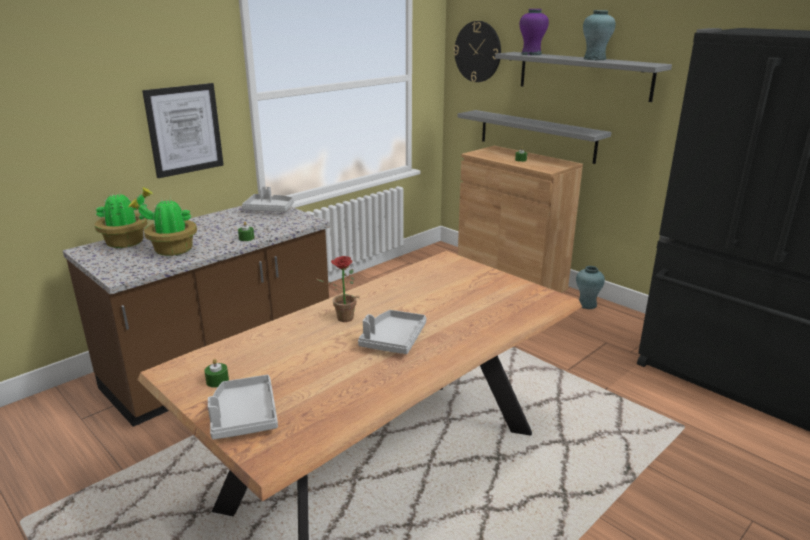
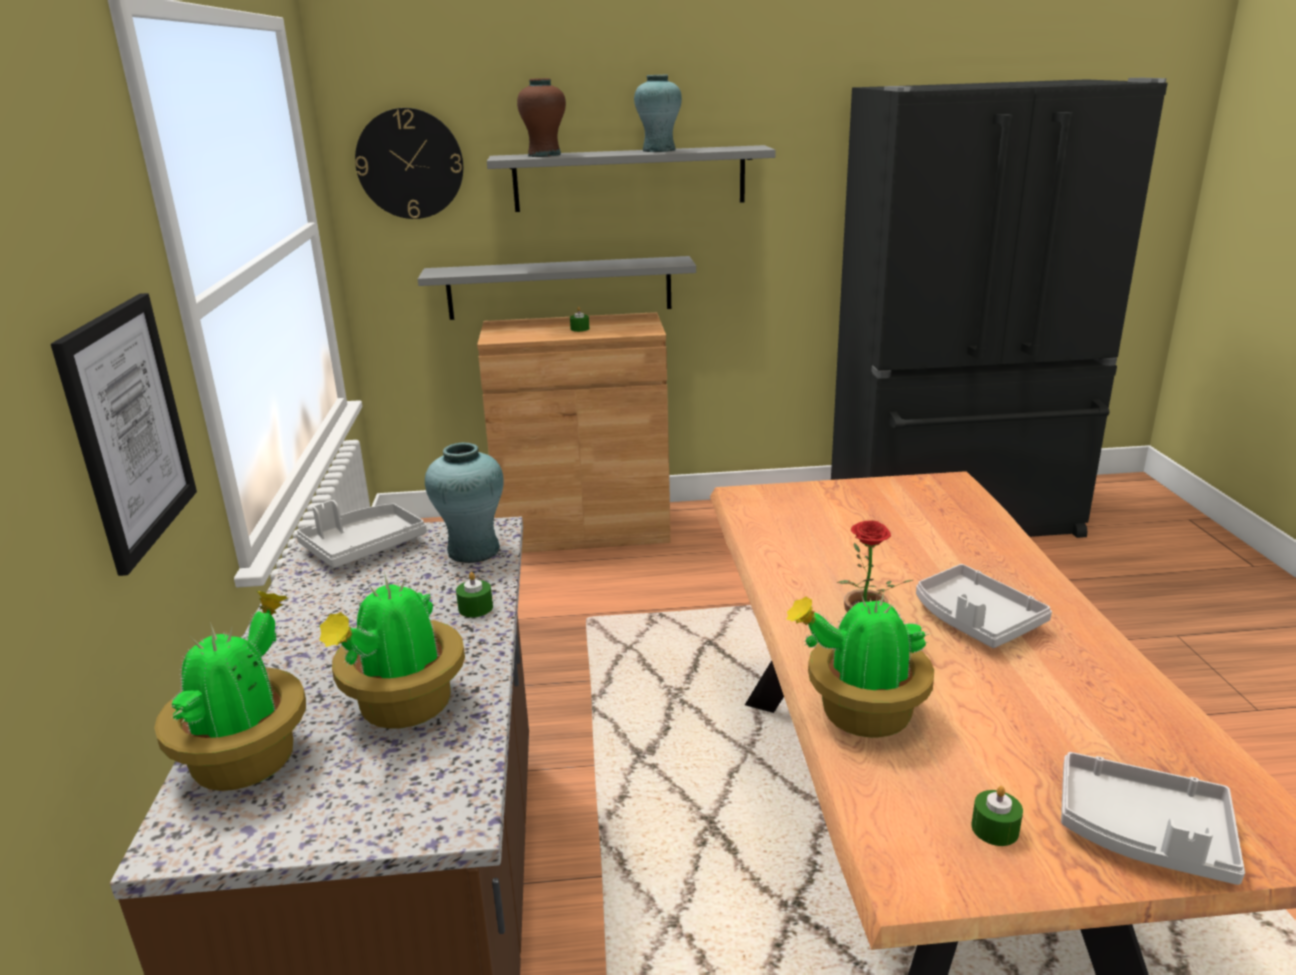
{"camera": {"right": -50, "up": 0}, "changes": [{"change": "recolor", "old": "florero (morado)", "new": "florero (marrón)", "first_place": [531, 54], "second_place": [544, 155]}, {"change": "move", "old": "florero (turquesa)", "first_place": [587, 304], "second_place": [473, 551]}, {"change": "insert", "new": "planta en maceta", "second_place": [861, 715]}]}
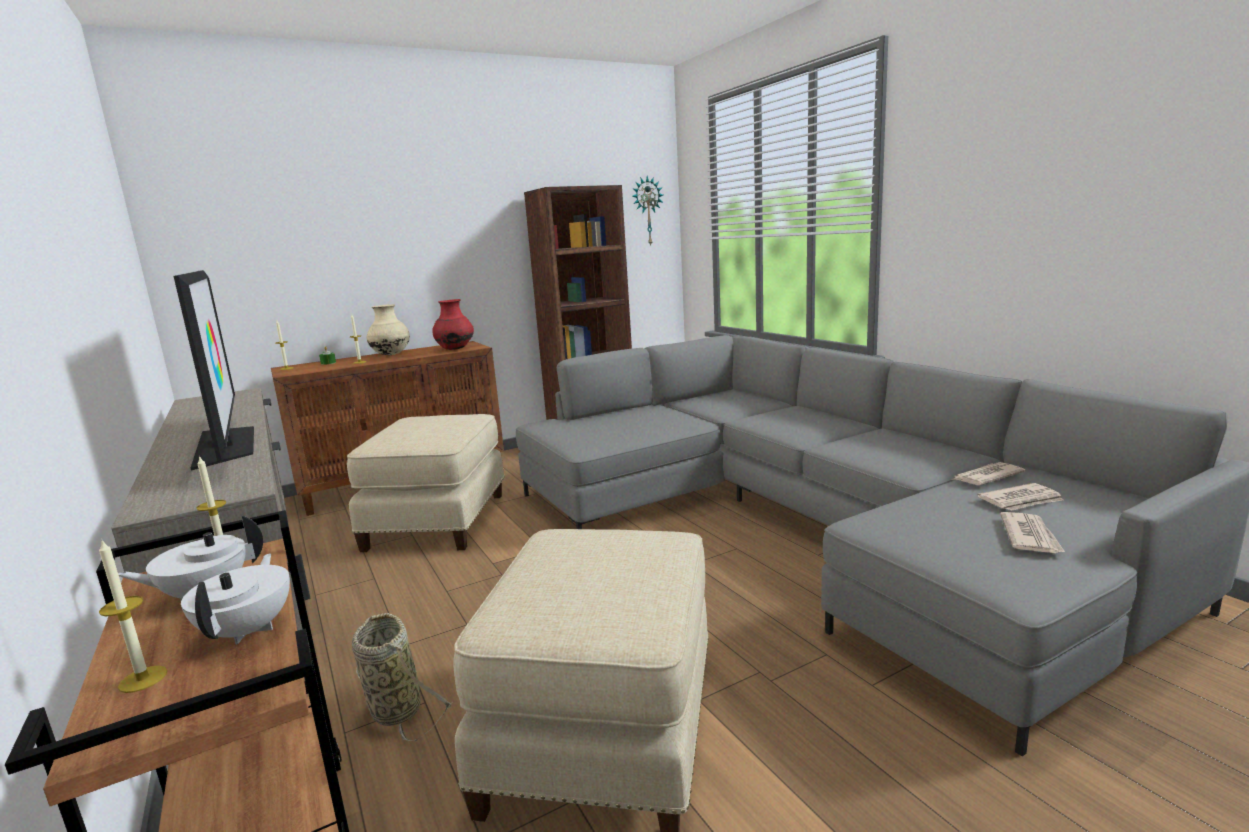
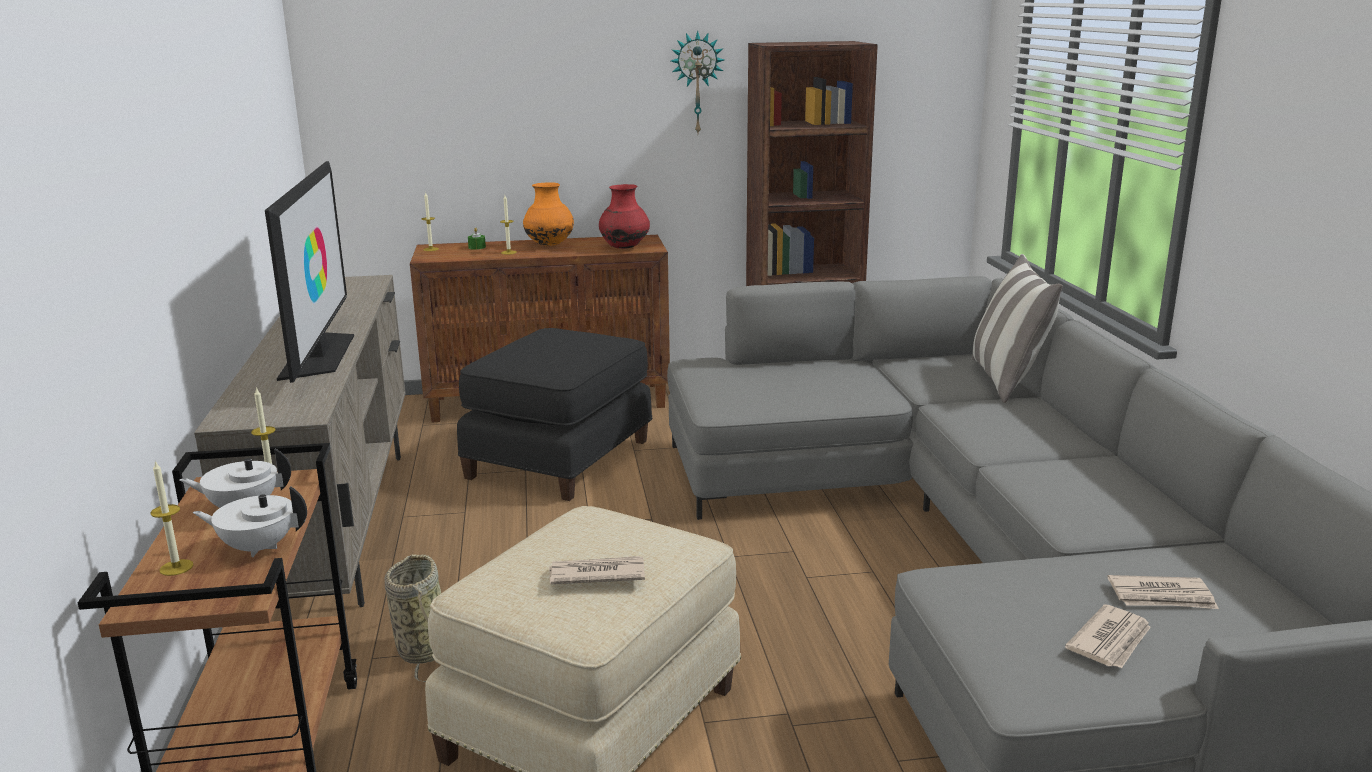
{"camera": {"right": 20, "up": 5}, "changes": [{"change": "rotate", "old": "tetera (blanco)", "first_place": [249, 630], "second_place": [258, 548], "degrees": -105}, {"change": "recolor", "old": "puf (beis)", "new": "puf (negro)", "first_place": [439, 521], "second_place": [561, 459]}, {"change": "recolor", "old": "florero (beis)", "new": "florero (naranja)", "first_place": [391, 355], "second_place": [550, 245]}, {"change": "move", "old": "reloj de pared", "first_place": [647, 211], "second_place": [697, 83]}, {"change": "move", "old": "periódico", "first_place": [986, 477], "second_place": [596, 574]}, {"change": "insert", "new": "cojín", "second_place": [1007, 381]}]}
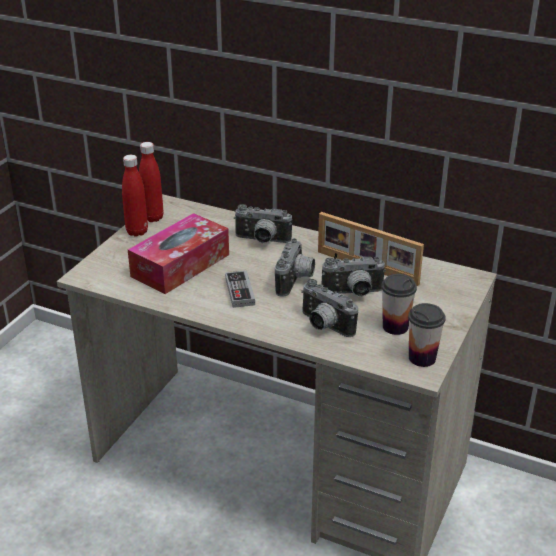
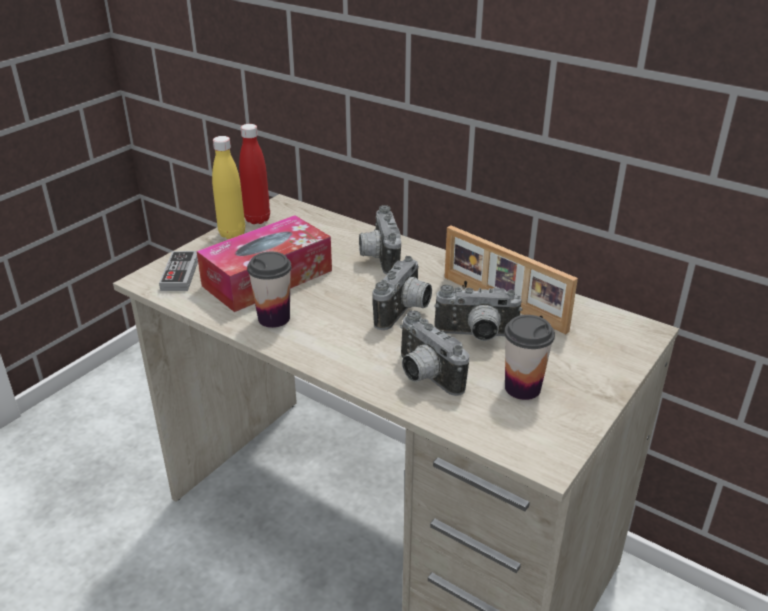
{"camera": {"right": 10, "up": 0}, "changes": [{"change": "recolor", "old": "botella (rojo)", "new": "botella (amarillo)", "first_place": [137, 232], "second_place": [232, 234]}, {"change": "move", "old": "mando de consola", "first_place": [240, 291], "second_place": [180, 274]}, {"change": "rotate", "old": "cámara", "first_place": [262, 241], "second_place": [378, 258], "degrees": 60}, {"change": "move", "old": "taza", "first_place": [422, 358], "second_place": [274, 318]}]}
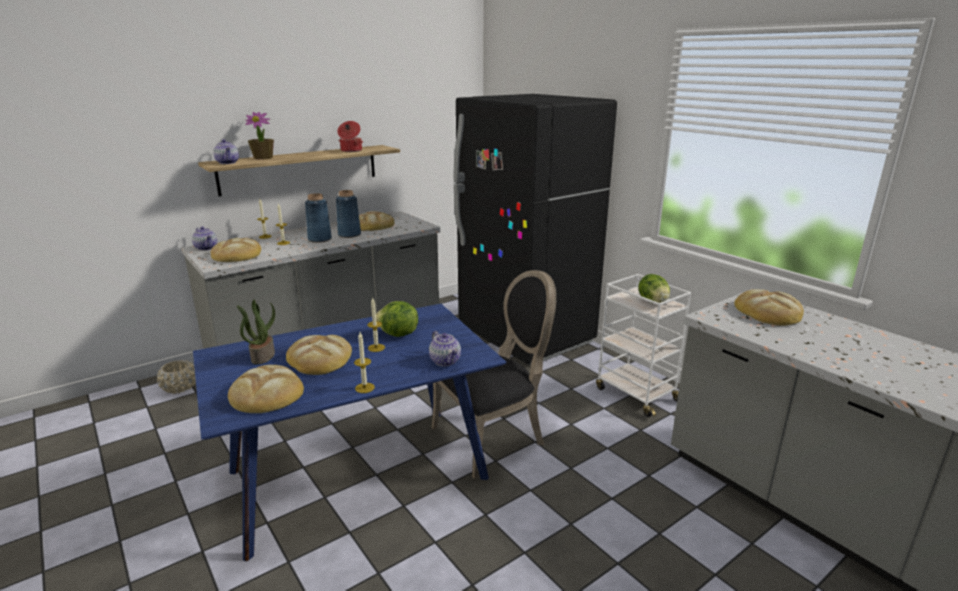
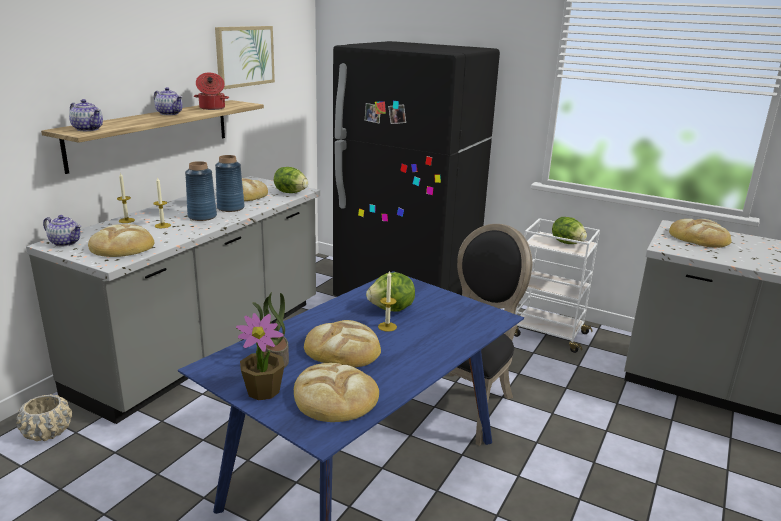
{"camera": {"right": -25, "up": 0}, "changes": [{"change": "move", "old": "planta en maceta", "first_place": [263, 158], "second_place": [263, 390]}, {"change": "delete", "old": "vela", "first_place": [364, 388]}, {"change": "move", "old": "tetera", "first_place": [445, 361], "second_place": [170, 113]}, {"change": "insert", "new": "cuadro", "second_place": [244, 56]}, {"change": "insert", "new": "lechuga", "second_place": [290, 192]}]}
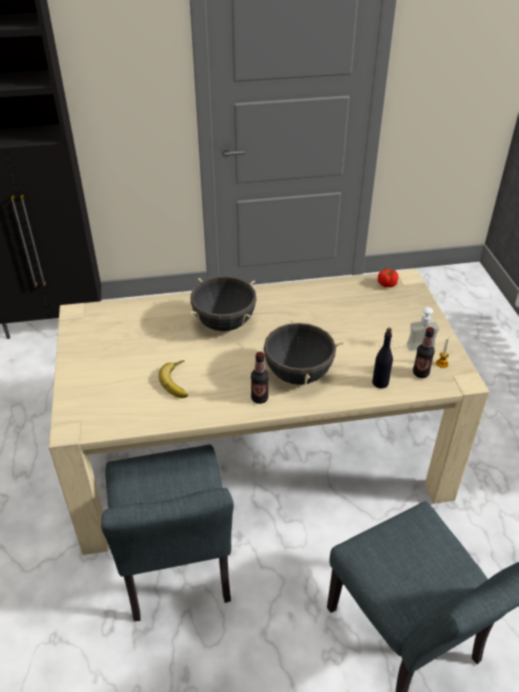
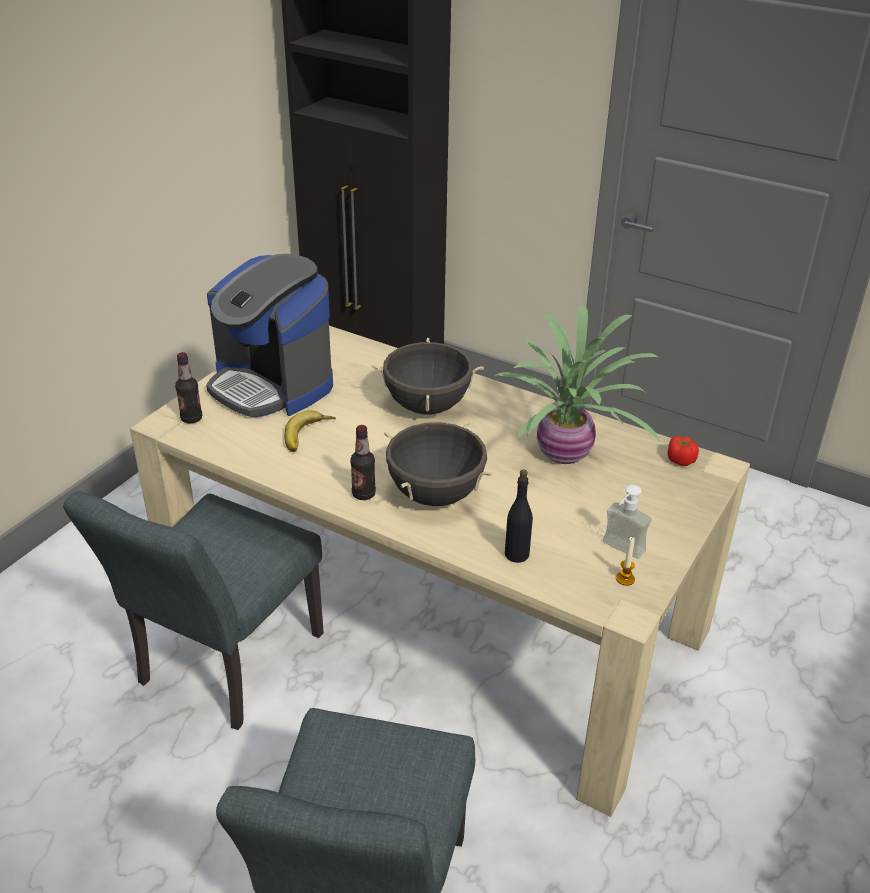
{"camera": {"right": 40, "up": -5}, "changes": [{"change": "move", "old": "botella", "first_place": [420, 373], "second_place": [191, 418]}, {"change": "insert", "new": "cafetera", "second_place": [272, 385]}, {"change": "insert", "new": "planta en maceta", "second_place": [565, 455]}]}
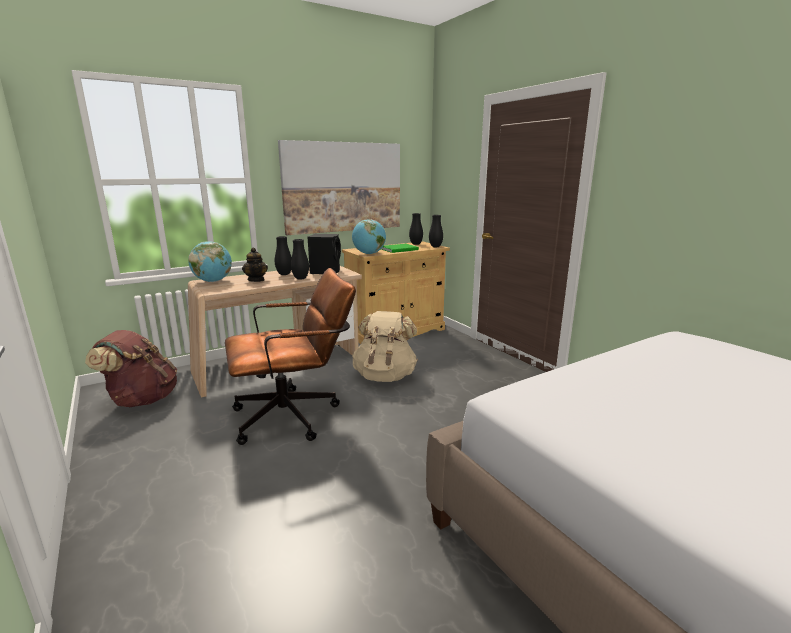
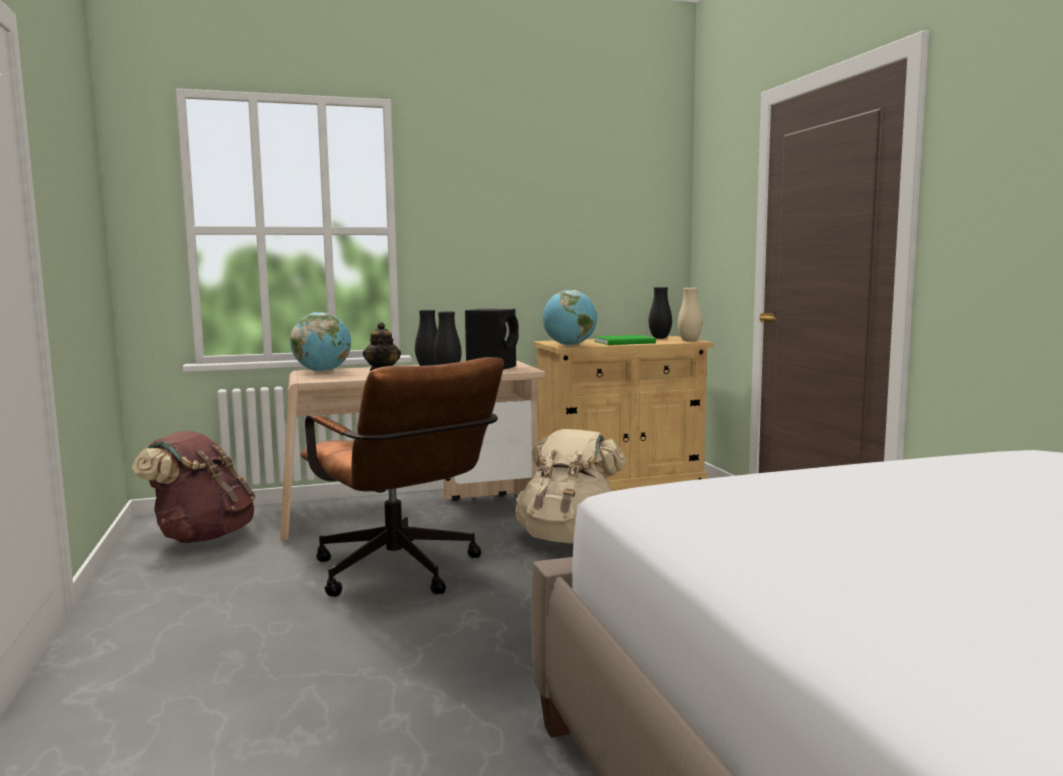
{"camera": {"right": 15, "up": -10}, "changes": [{"change": "rotate", "old": "silla de oficina (marrón)", "first_place": [295, 415], "second_place": [403, 574], "degrees": 60}, {"change": "delete", "old": "cuadro", "first_place": [343, 187]}, {"change": "recolor", "old": "florero (negro)", "new": "florero (beis)", "first_place": [435, 247], "second_place": [689, 341]}]}
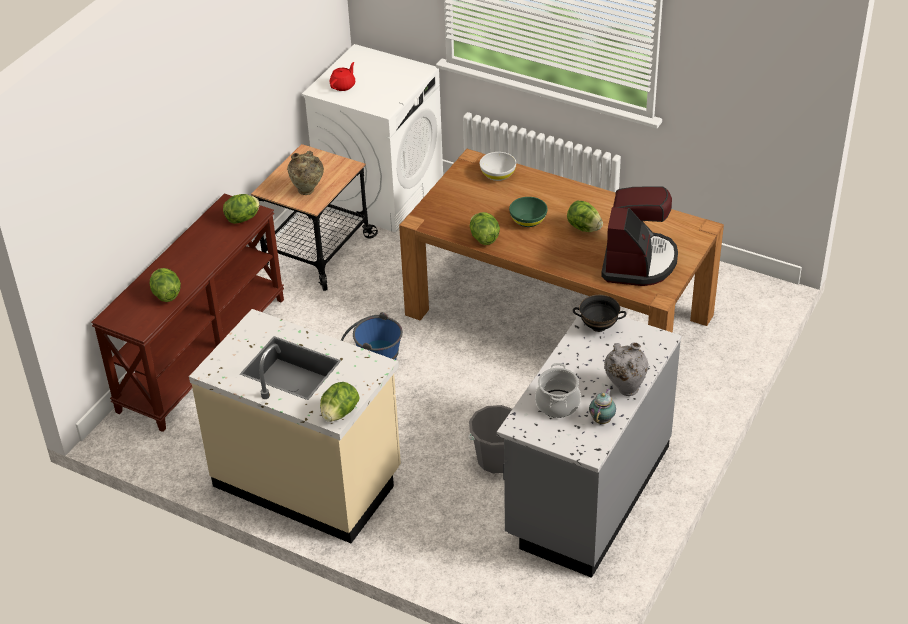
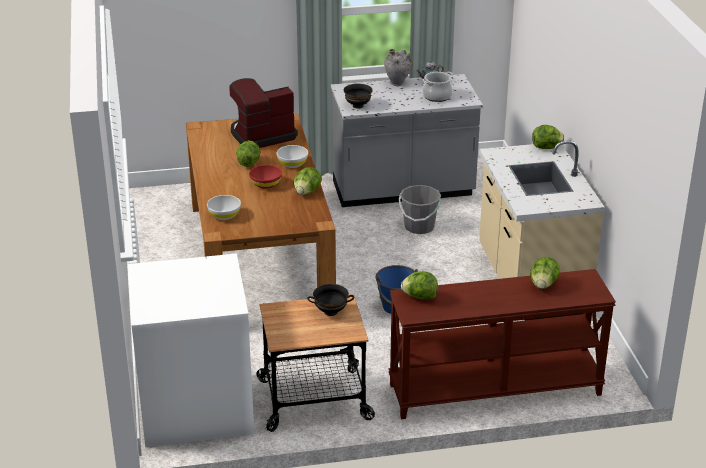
{"camera": {"right": -130, "up": -10}, "changes": [{"change": "replace", "old": "florero (beis)", "new": "cuenco (negro)", "first_place": [308, 192], "second_place": [330, 312]}, {"change": "delete", "old": "tetera (rojo)", "first_place": [343, 85]}, {"change": "recolor", "old": "cuenco (verde)", "new": "cuenco (rojo)", "first_place": [528, 220], "second_place": [265, 184]}, {"change": "insert", "new": "cuenco (blanco)", "second_place": [292, 164]}]}
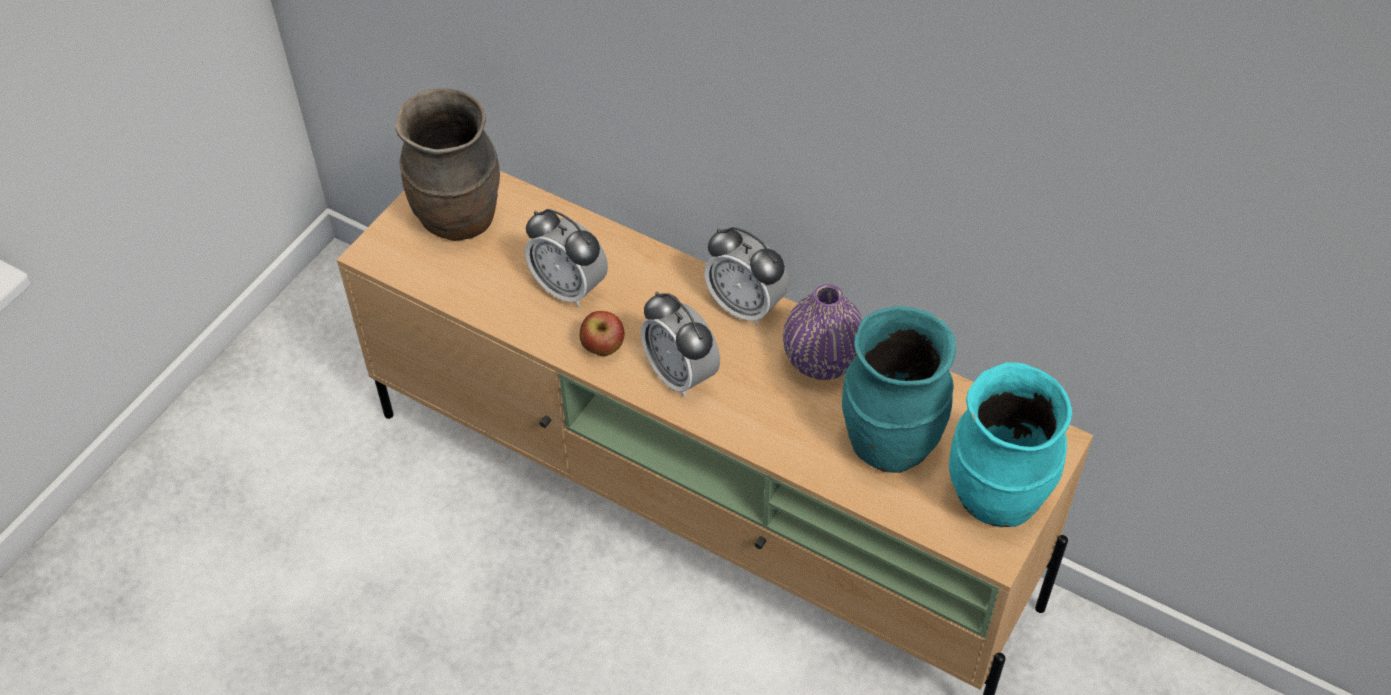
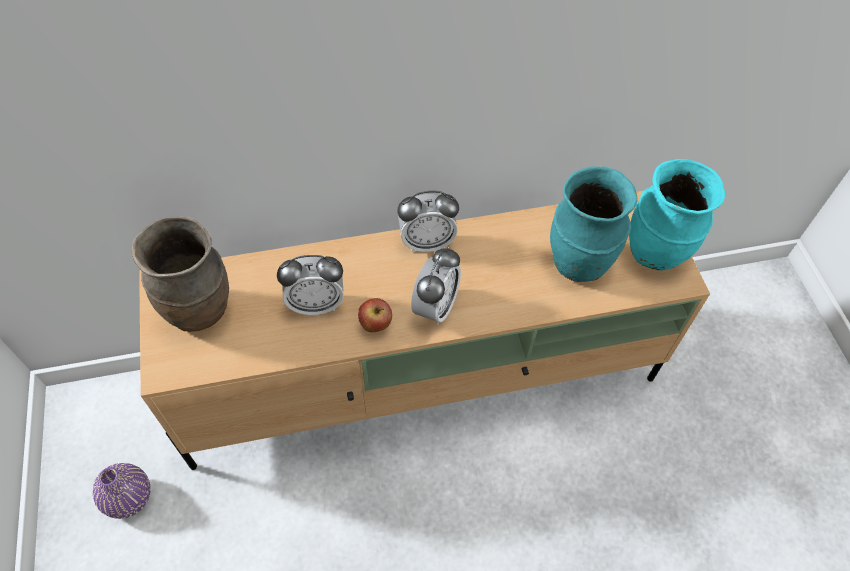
{"camera": {"right": -45, "up": 5}, "changes": [{"change": "rotate", "old": "despertador", "first_place": [680, 375], "second_place": [435, 307], "degrees": -75}, {"change": "move", "old": "florero (morado)", "first_place": [822, 360], "second_place": [129, 498]}]}
